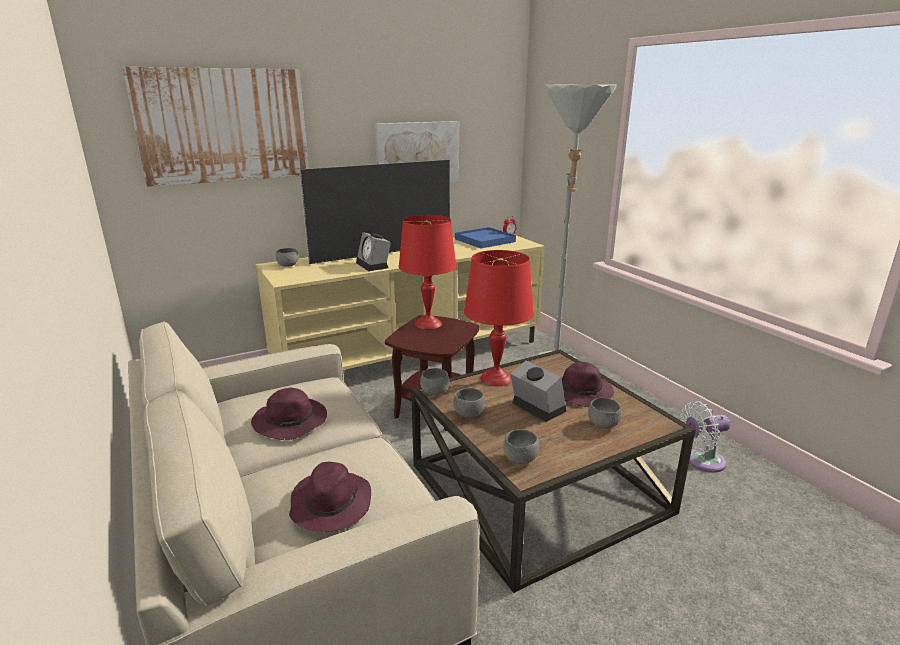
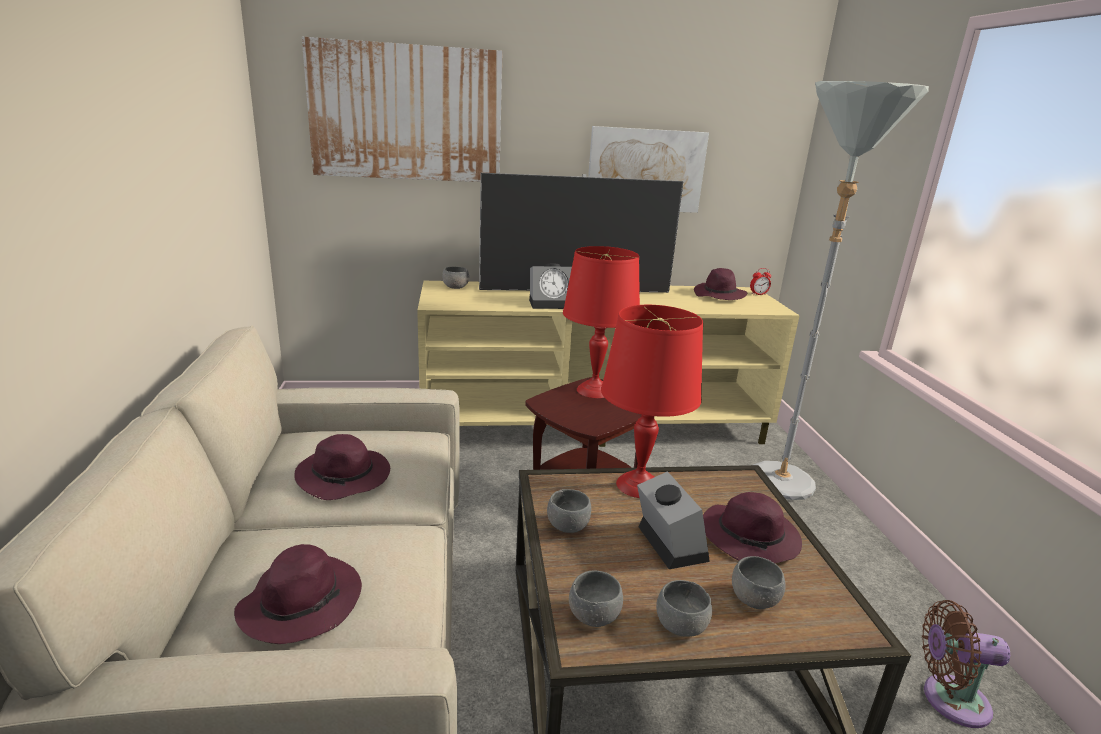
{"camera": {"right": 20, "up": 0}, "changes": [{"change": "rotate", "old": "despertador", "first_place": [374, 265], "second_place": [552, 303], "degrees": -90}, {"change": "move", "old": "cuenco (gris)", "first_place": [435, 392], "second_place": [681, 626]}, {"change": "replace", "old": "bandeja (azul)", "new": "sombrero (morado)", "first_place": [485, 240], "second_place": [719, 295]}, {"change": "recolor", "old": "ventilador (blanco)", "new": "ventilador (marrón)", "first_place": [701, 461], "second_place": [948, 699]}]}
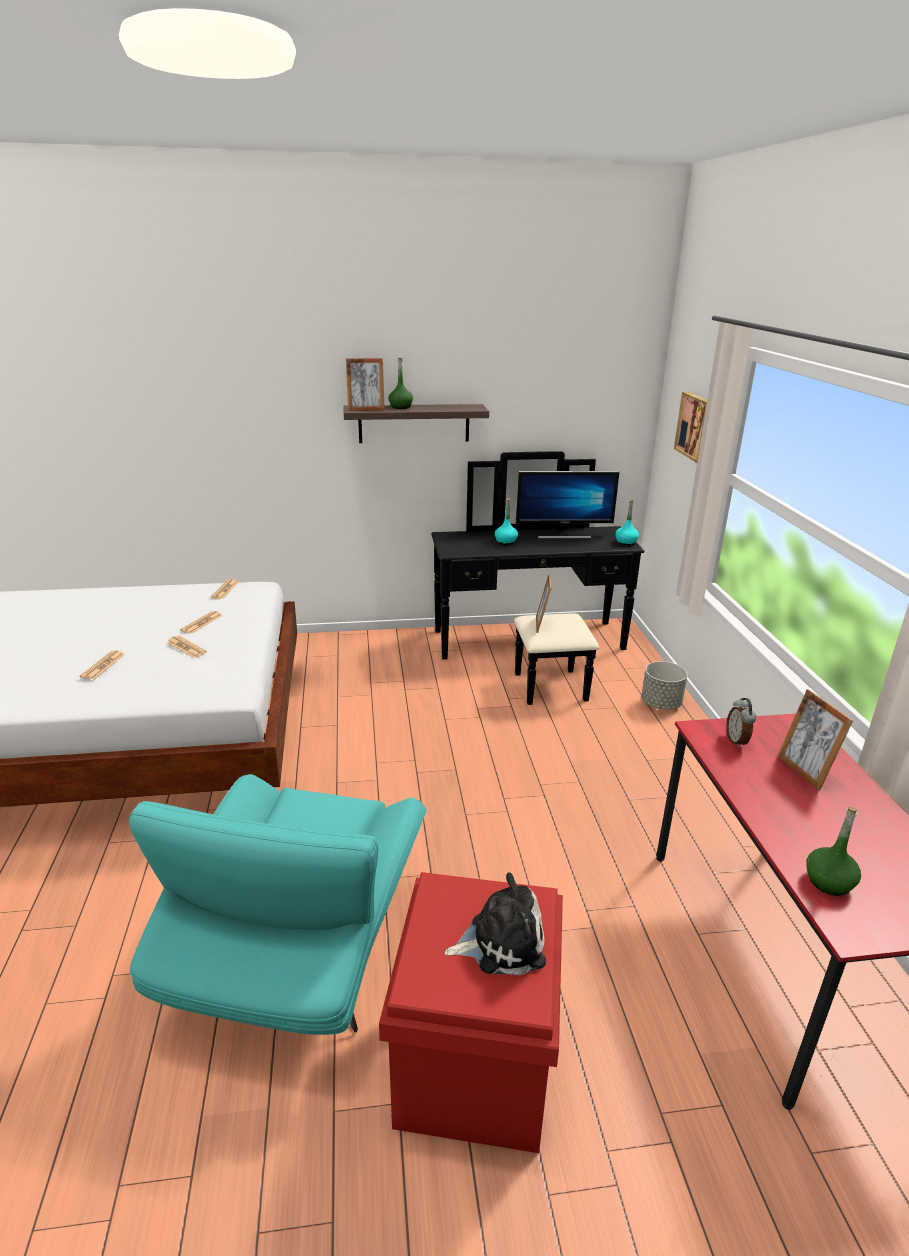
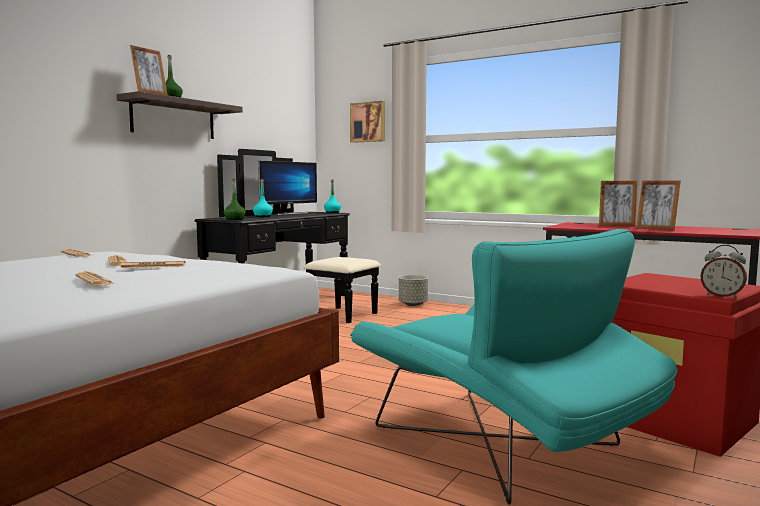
{"camera": {"right": -50, "up": -20}, "changes": [{"change": "delete", "old": "peluche", "first_place": [501, 942]}, {"change": "move", "old": "portarretratos", "first_place": [541, 625], "second_place": [656, 229]}, {"change": "move", "old": "despertador", "first_place": [737, 741], "second_place": [722, 296]}, {"change": "move", "old": "botella (verde)", "first_place": [828, 882], "second_place": [234, 219]}]}
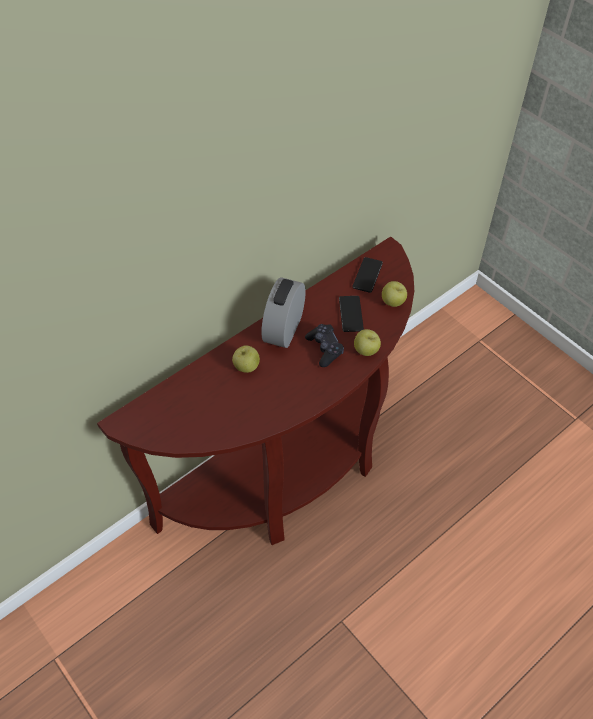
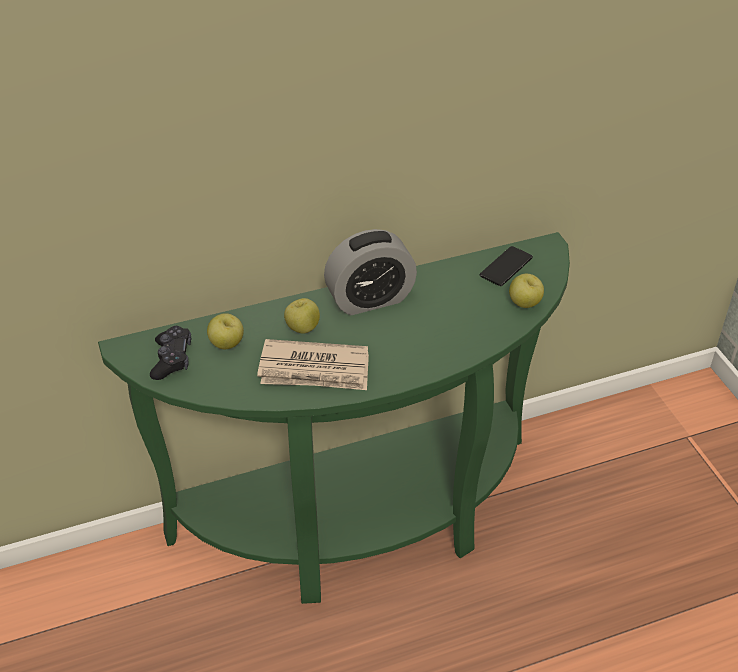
{"camera": {"right": 20, "up": -10}, "changes": [{"change": "recolor", "old": "mesa consola (marrón)", "new": "mesa consola (verde)", "first_place": [290, 471], "second_place": [364, 523]}, {"change": "rotate", "old": "despertador", "first_place": [284, 329], "second_place": [370, 299], "degrees": -150}, {"change": "move", "old": "mando de consola (negro)", "first_place": [324, 349], "second_place": [172, 359]}, {"change": "delete", "old": "móvil", "first_place": [351, 314]}, {"change": "move", "old": "manzana", "first_place": [366, 350], "second_place": [227, 344]}, {"change": "insert", "new": "periódico", "second_place": [315, 370]}]}
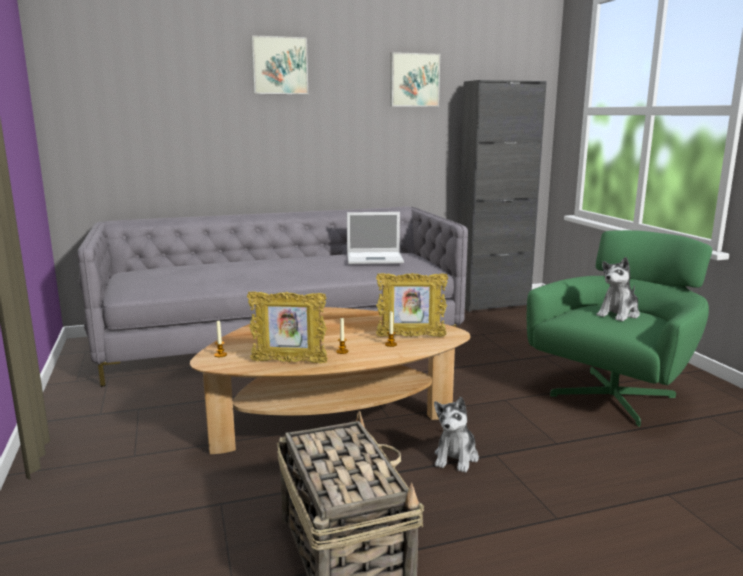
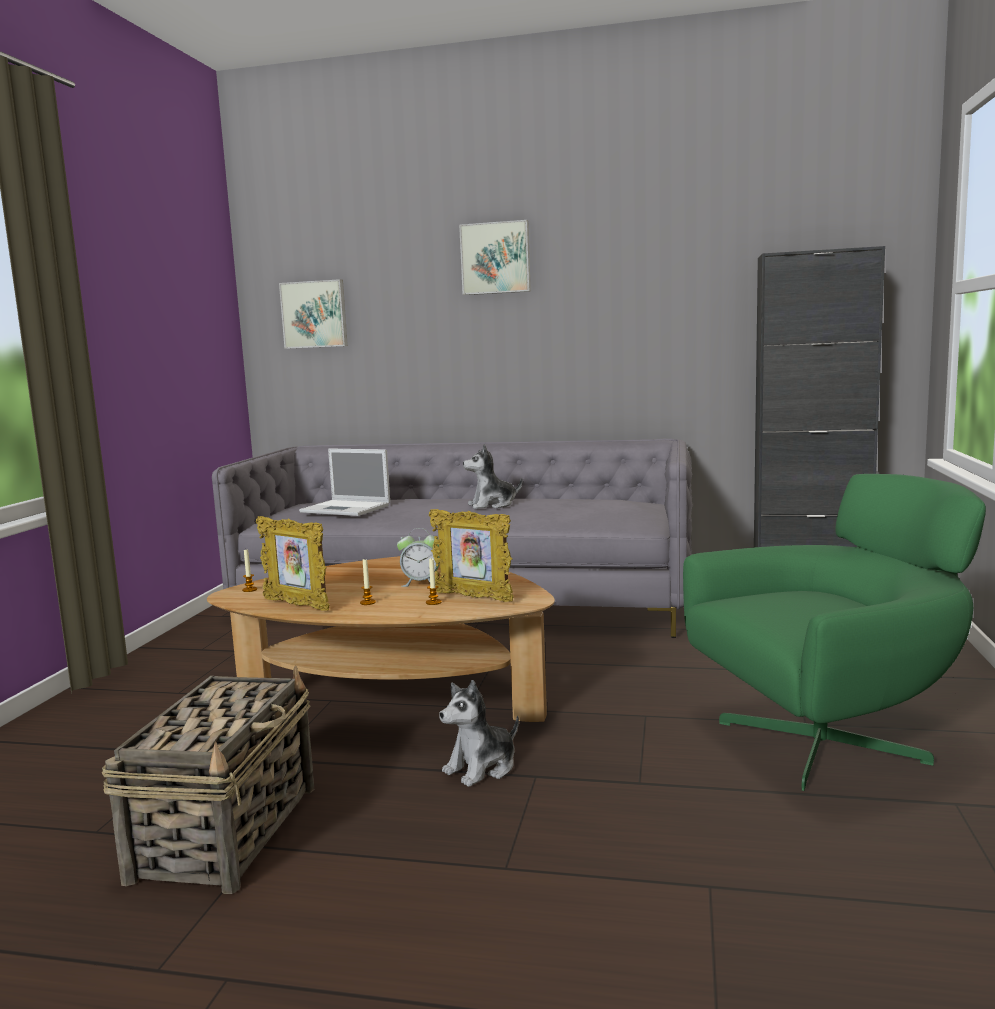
{"camera": {"right": 30, "up": -5}, "changes": [{"change": "move", "old": "portátil", "first_place": [376, 258], "second_place": [347, 509]}, {"change": "move", "old": "cuadro", "first_place": [413, 80], "second_place": [315, 314]}, {"change": "move", "old": "peluche", "first_place": [618, 314], "second_place": [492, 505]}, {"change": "insert", "new": "despertador", "second_place": [421, 583]}]}
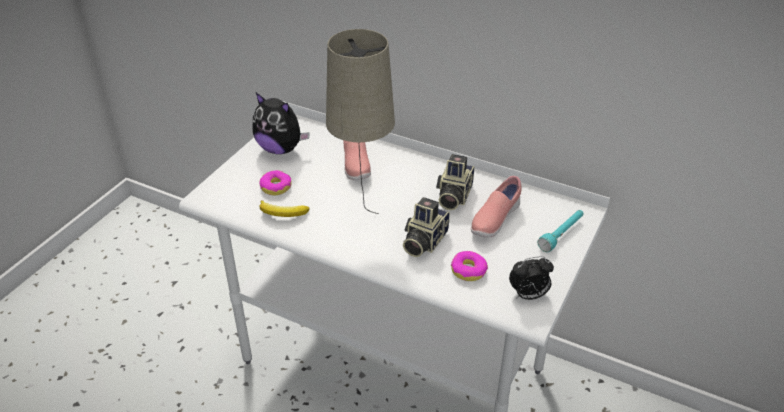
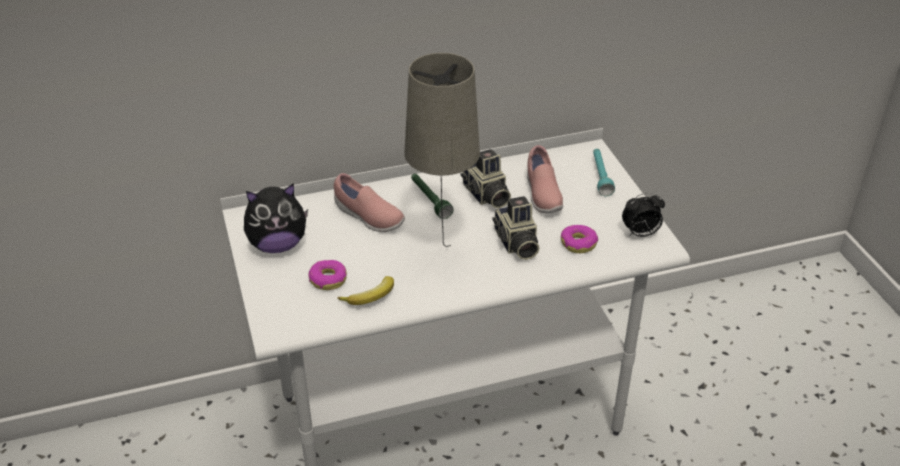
{"camera": {"right": -45, "up": 0}, "changes": [{"change": "rotate", "old": "despertador", "first_place": [528, 295], "second_place": [640, 234], "degrees": 45}, {"change": "insert", "new": "linterna (verde)", "second_place": [429, 200]}]}
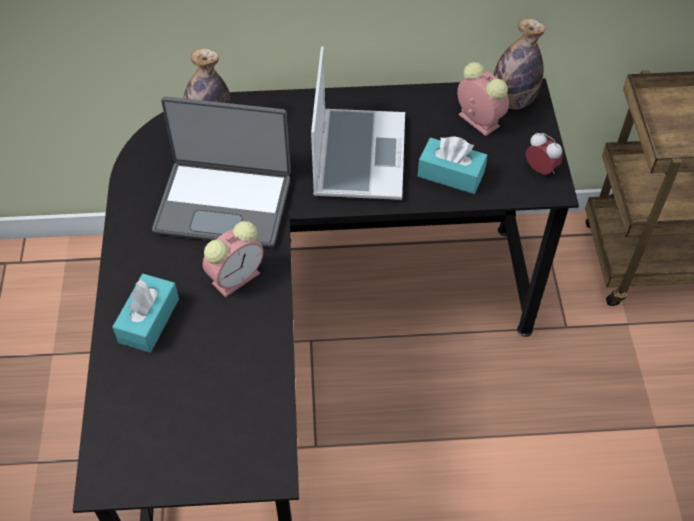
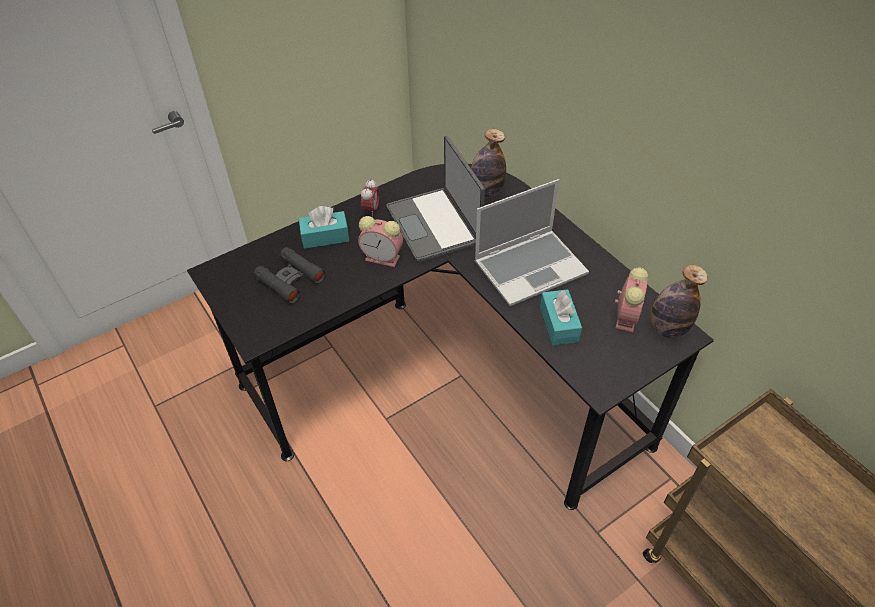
{"camera": {"right": 60, "up": -5}, "changes": [{"change": "move", "old": "despertador", "first_place": [540, 170], "second_place": [371, 210]}, {"change": "insert", "new": "prismáticos (negro)", "second_place": [290, 279]}]}
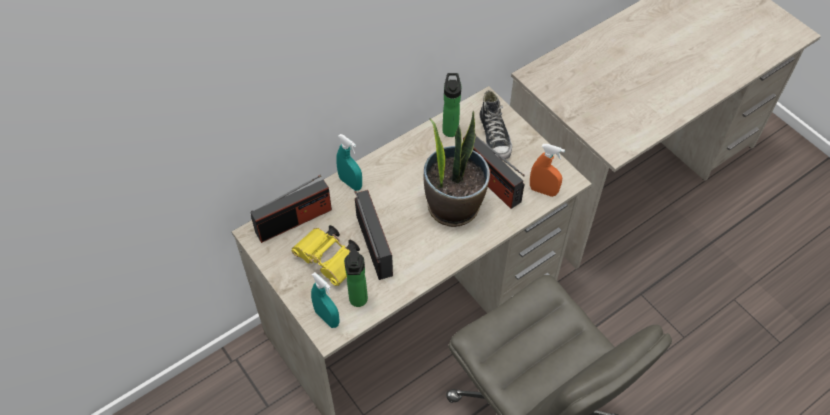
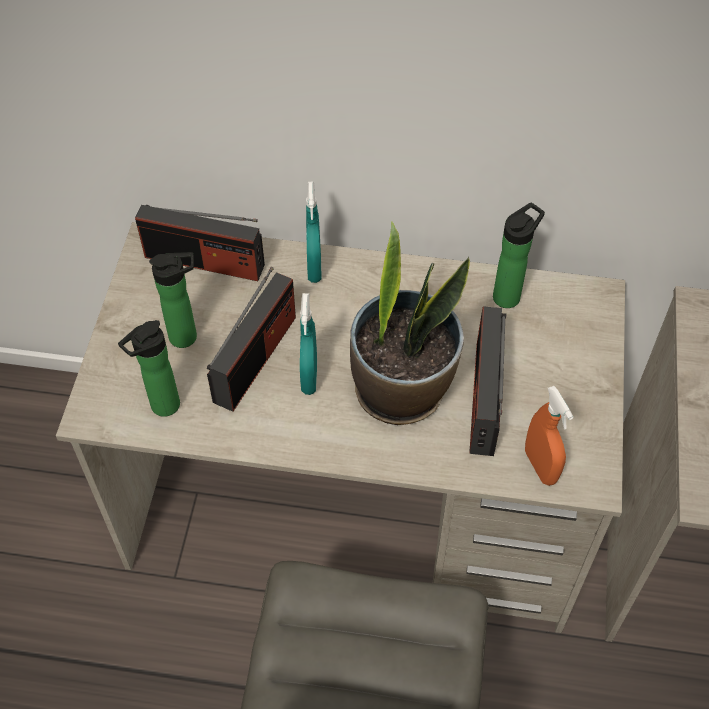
{"camera": {"right": 45, "up": 0}, "changes": [{"change": "replace", "old": "prismáticos (amarillo)", "new": "botella", "first_place": [330, 261], "second_place": [187, 336]}, {"change": "move", "old": "pulverizador (turquesa)", "first_place": [327, 318], "second_place": [309, 377]}, {"change": "delete", "old": "zapato", "first_place": [495, 137]}]}
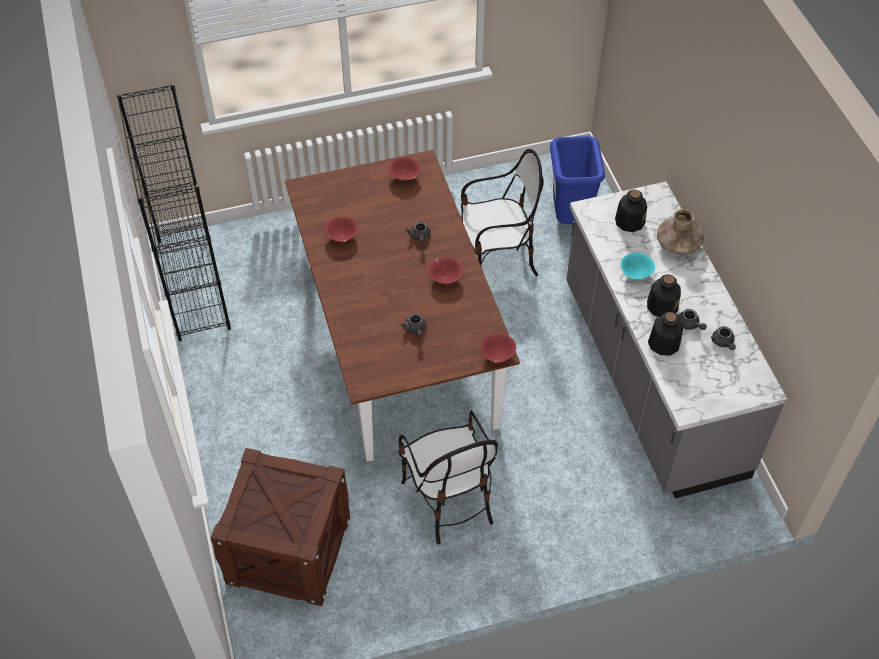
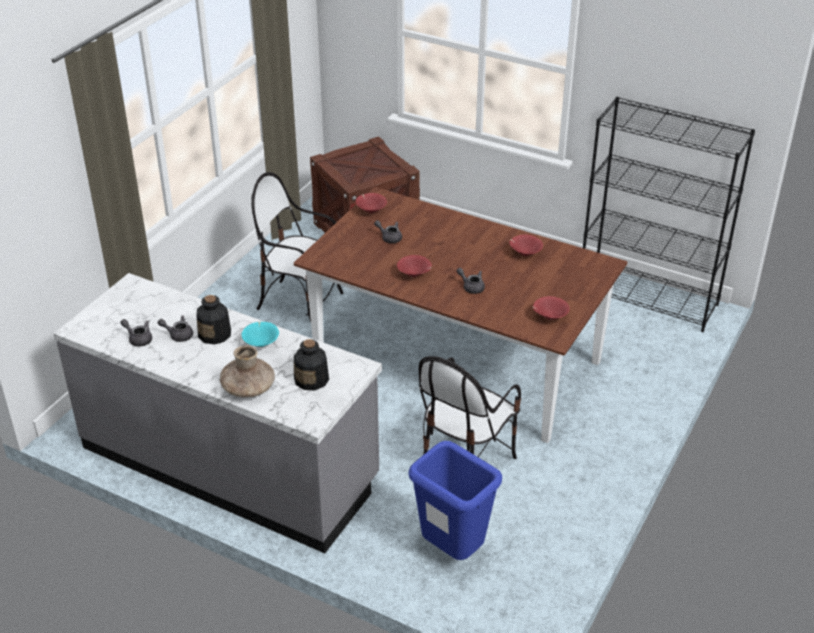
{"camera": {"right": 135, "up": -15}, "changes": [{"change": "move", "old": "cuenco (rojo)", "first_place": [497, 355], "second_place": [371, 211]}, {"change": "delete", "old": "botella", "first_place": [663, 343]}]}
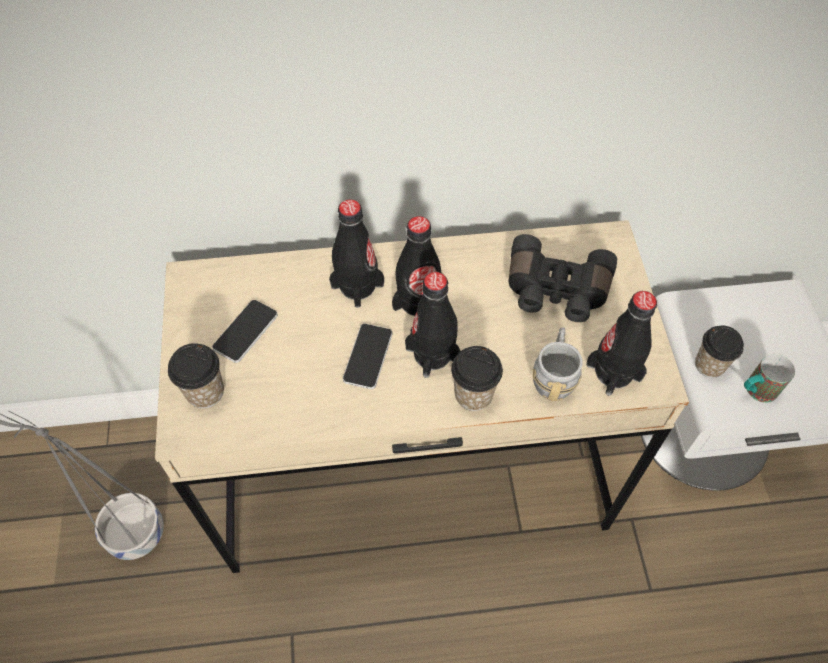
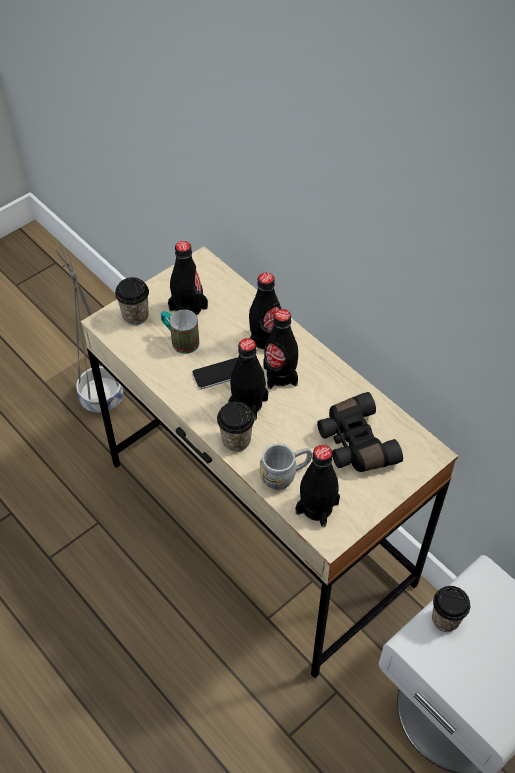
{"camera": {"right": 55, "up": -5}, "changes": [{"change": "replace", "old": "móvil", "new": "botella (negro)", "first_place": [245, 331], "second_place": [188, 308]}, {"change": "move", "old": "taza grande", "first_place": [755, 391], "second_place": [180, 340]}]}
